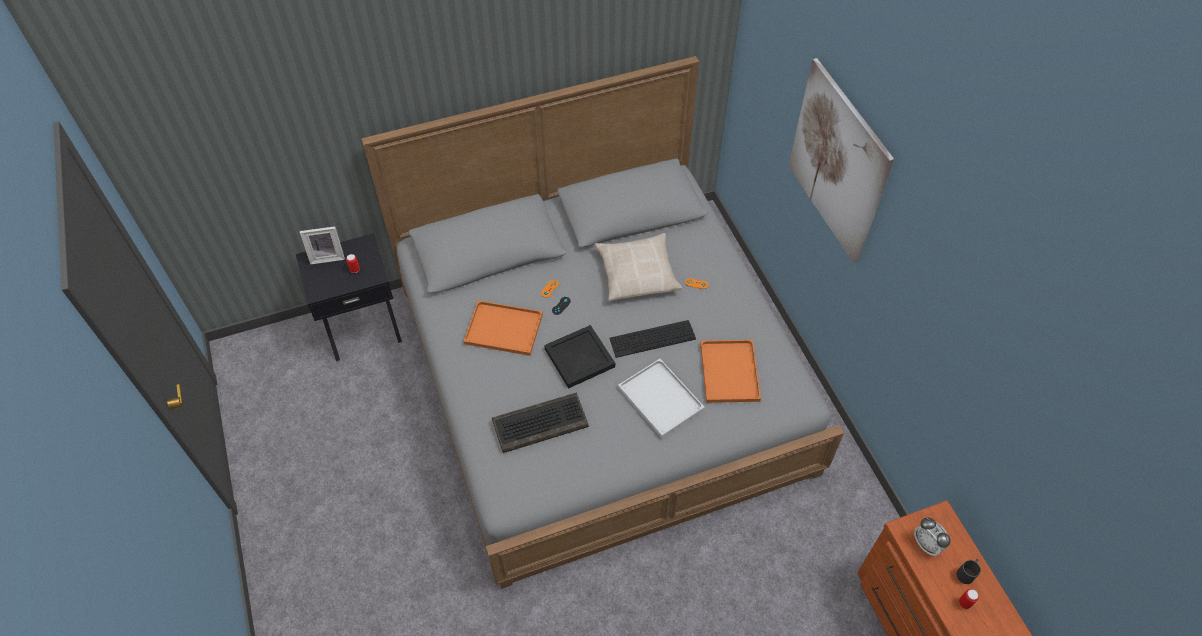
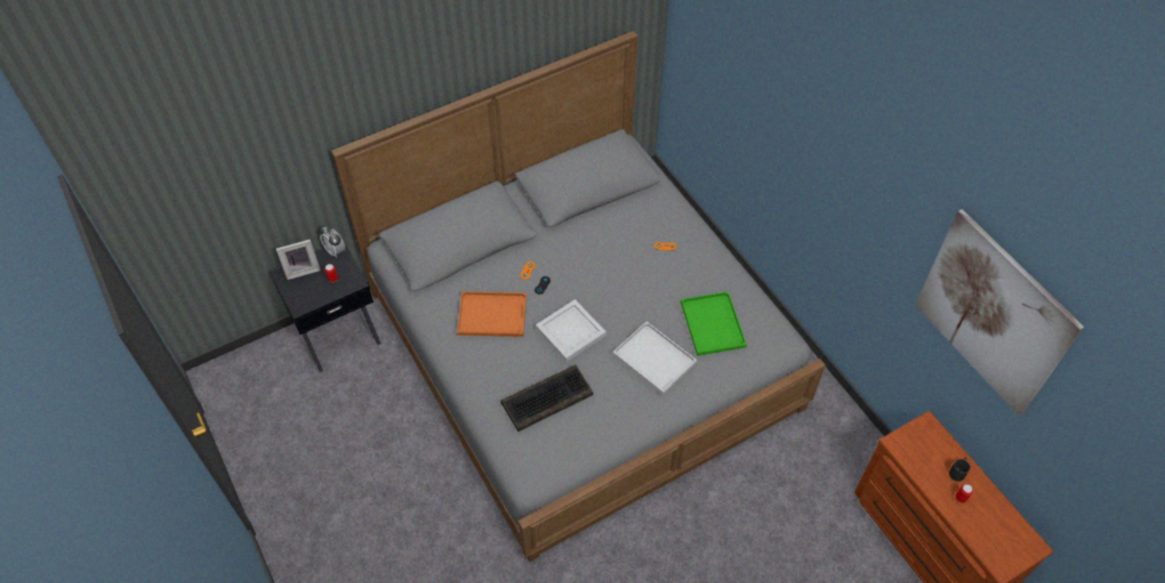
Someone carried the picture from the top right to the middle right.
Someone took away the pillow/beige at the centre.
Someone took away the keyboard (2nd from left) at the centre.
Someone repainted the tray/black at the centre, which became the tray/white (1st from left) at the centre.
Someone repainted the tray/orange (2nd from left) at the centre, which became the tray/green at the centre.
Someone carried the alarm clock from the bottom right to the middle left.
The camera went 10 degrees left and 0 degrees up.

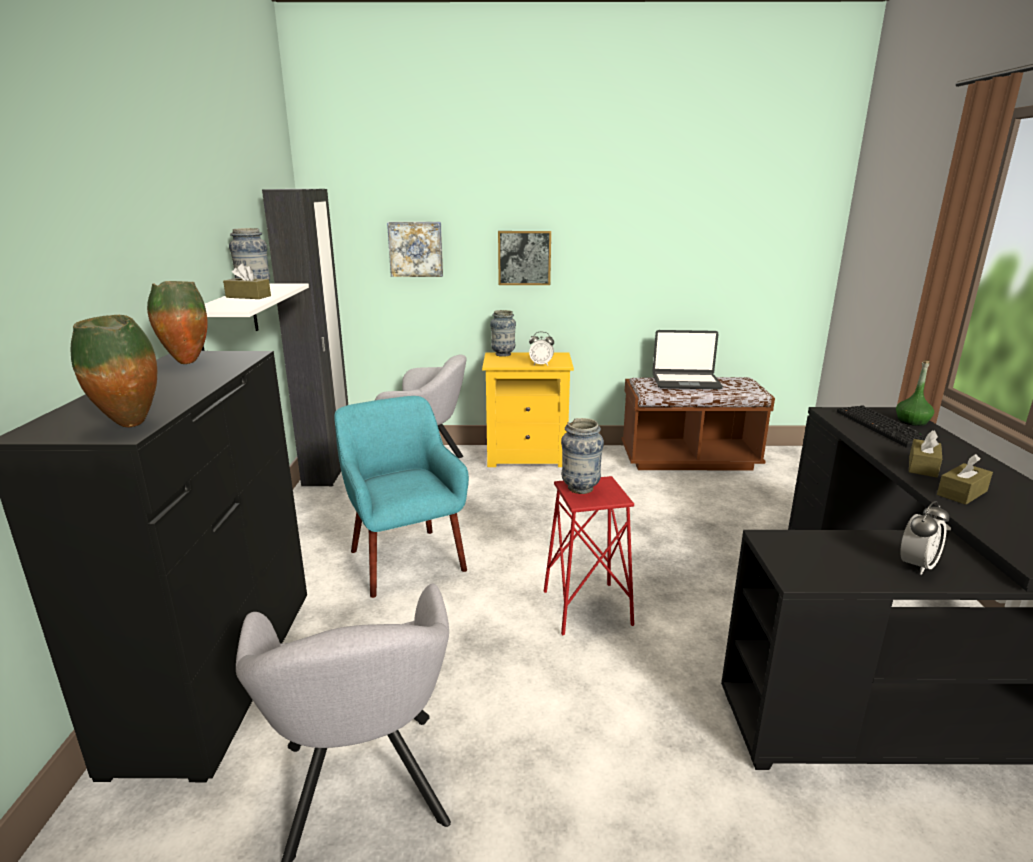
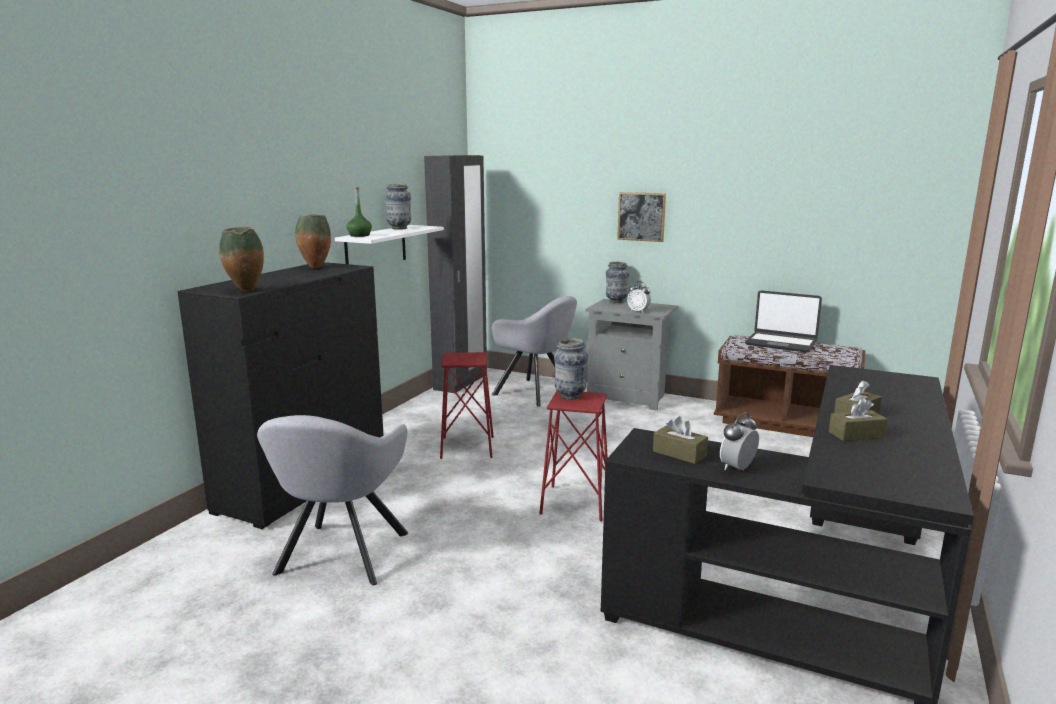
Someone took away the picture (1st from left) at the top centre.
Someone carried the tissue box/brown (1st from left) from the top left to the centre.
Someone repainted the nightstand/yellow at the centre, which became the nightstand/grey at the centre.
Someone carried the bottle/green from the middle right to the top centre.
Someone swapped the armchair/turquoise at the centre for the stool/red (1st from left) at the centre.
Someone took away the keyboard at the middle right.
Someone rotated the alarm clock (2nd from left) at the middle right by 150 degrees clockwise.
The camera went 25 degrees right and 5 degrees down.

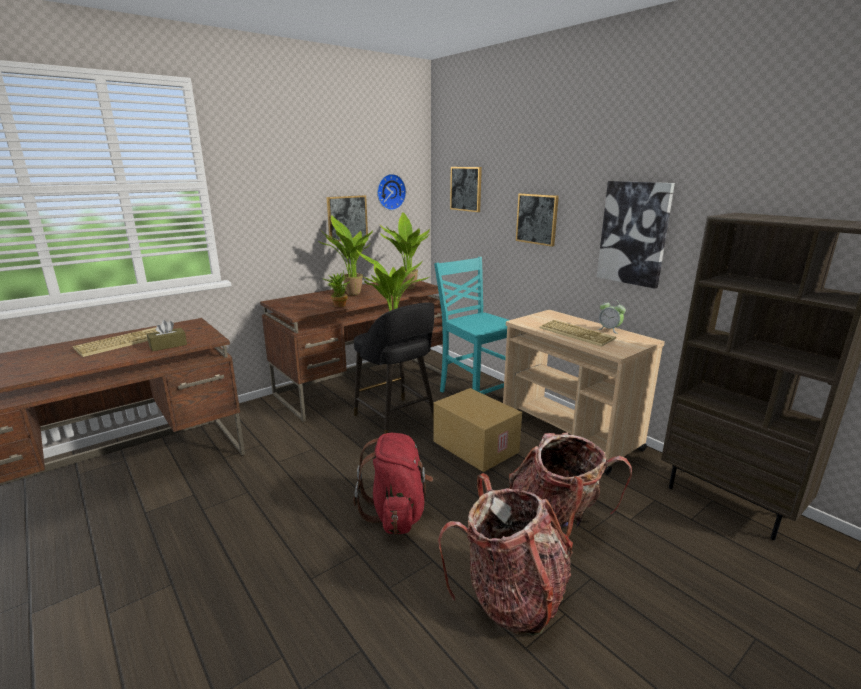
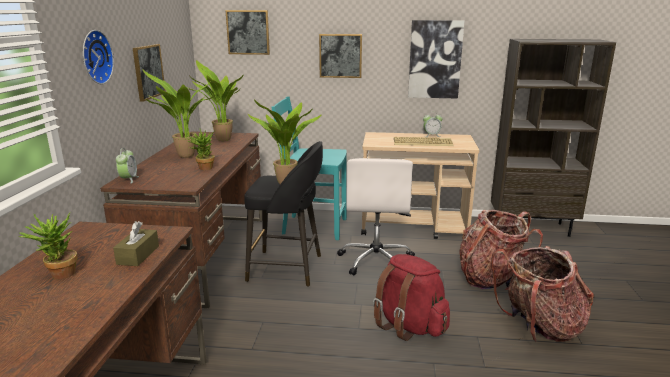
Someone carried the wall clock from the top centre to the top left.
Someone swapped the keyboard (1st from left) at the middle left for the potted plant (1st from left) at the middle left.
Someone swapped the cardboard box at the centre for the office chair/white at the centre.
Someone put down the alarm clock (1st from left) at the middle left.
The camera went 45 degrees left and 0 degrees up.

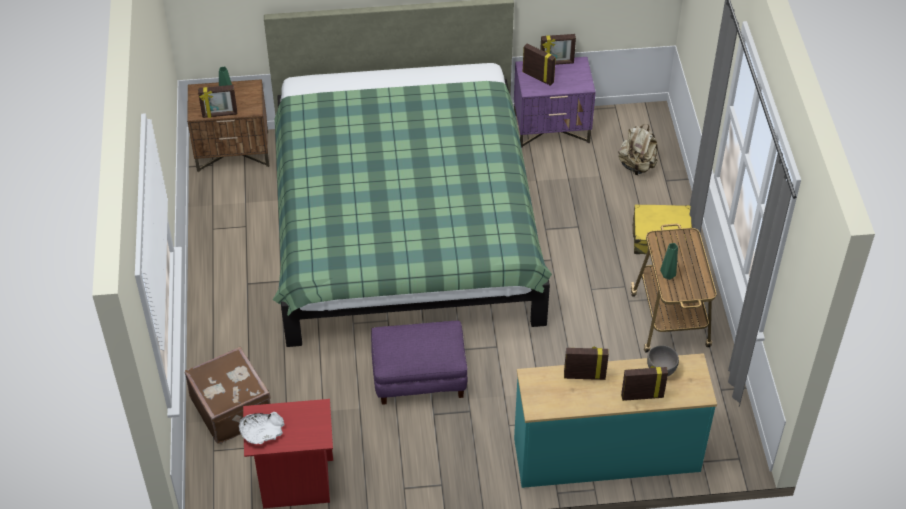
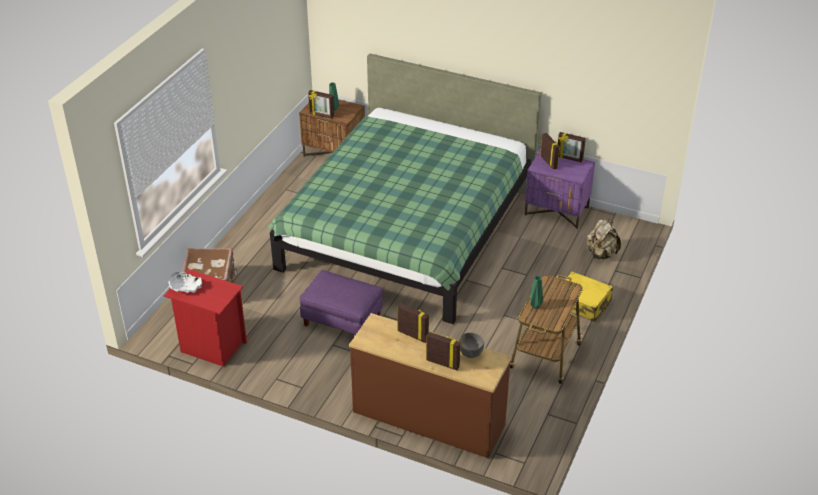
Someone repainted the dresser/turquoise at the bottom right, which became the dresser/brown at the bottom centre.
The camera went 30 degrees right and 10 degrees down.

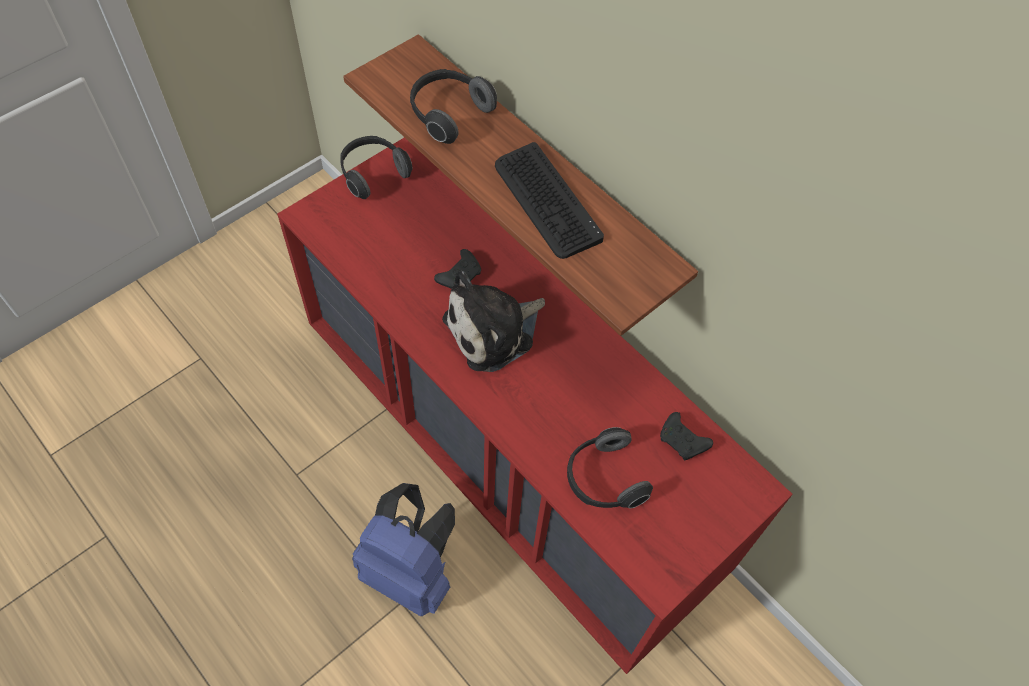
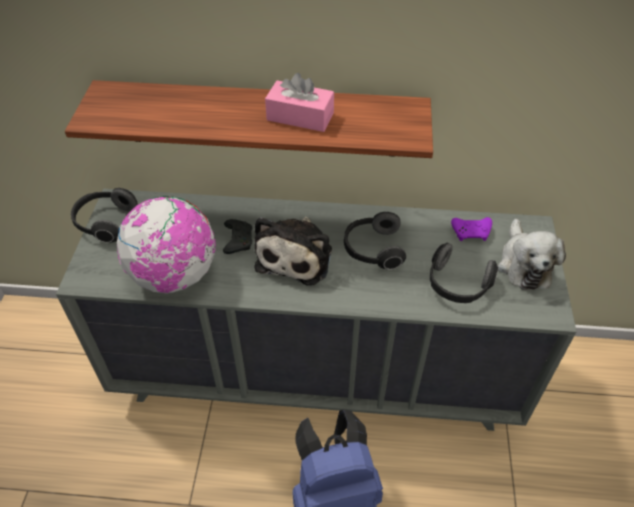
Someone carried the headphones (2nd from left) from the top centre to the centre.
Someone repainted the dresser/red at the centre, which became the dresser/grey at the centre.
Someone swapped the keyboard at the top centre for the tissue box/pink at the top centre.
Someone repainted the game controller/black (2nd from left) at the middle right, which became the game controller/purple at the middle right.
Someone put down the globe at the middle left.
Someone put down the plush toy (2nd from left) at the middle right.
The camera went 40 degrees left and 10 degrees down.

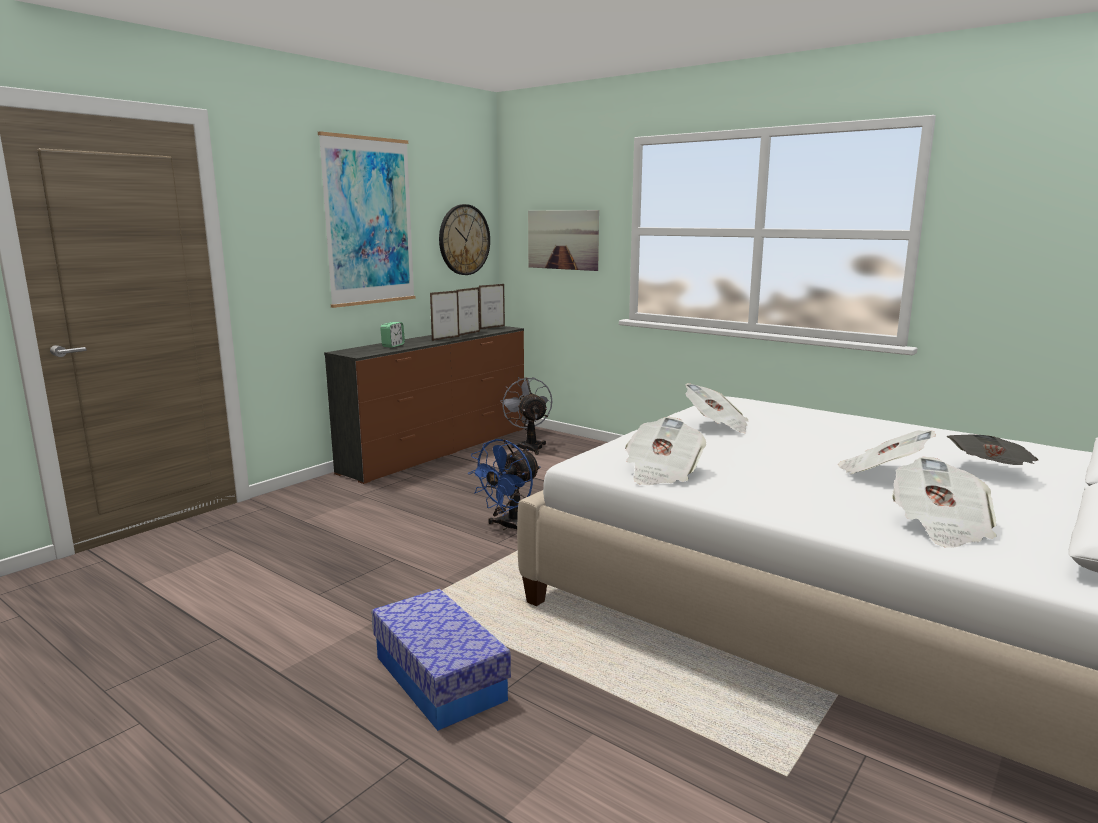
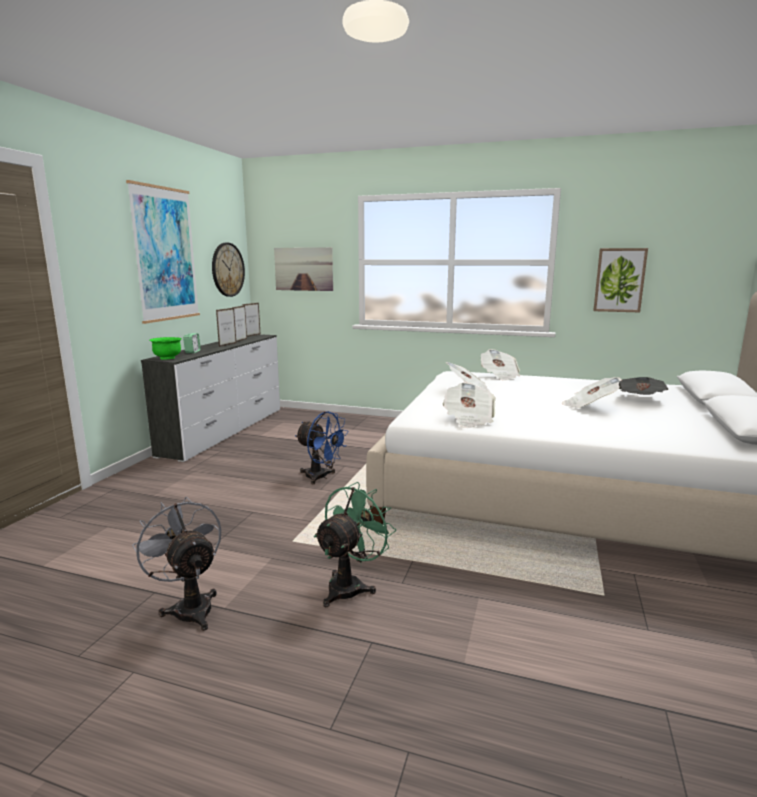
Someone repainted the dresser/brown at the centre, which became the dresser/white at the middle left.
Someone carried the fan/grey from the centre to the bottom left.
Someone rotated the fan/blue at the centre by 75 degrees counterclockwise.
Someone carried the newspaper (4th from left in the first image) from the middle right to the centre.
Someone swapped the storage box at the bottom centre for the fan/green at the bottom centre.
Someone put up the picture (3rd from left) at the middle right.
Someone put down the bowl/green at the middle left.
The camera went 20 degrees left and 0 degrees up.

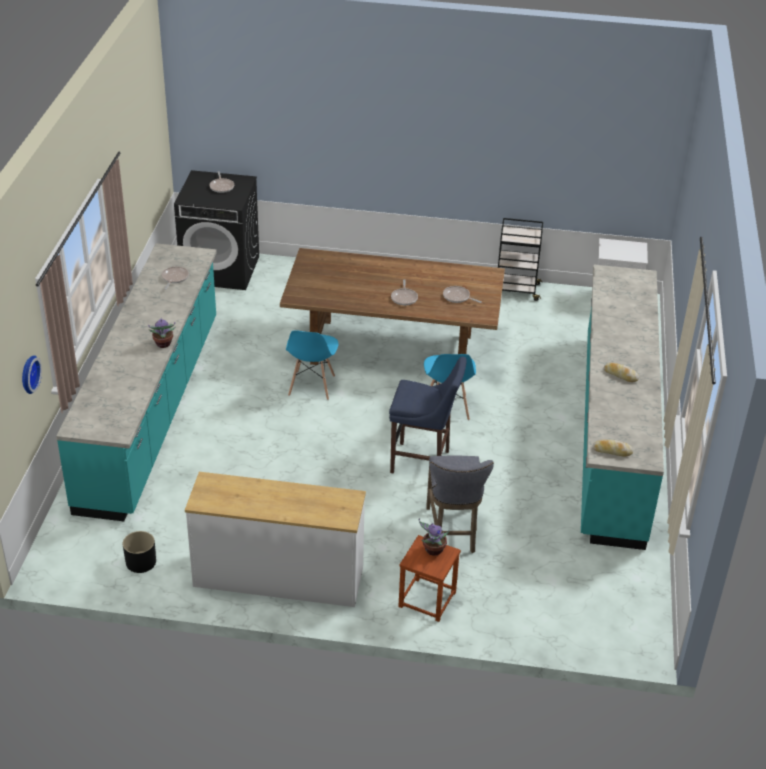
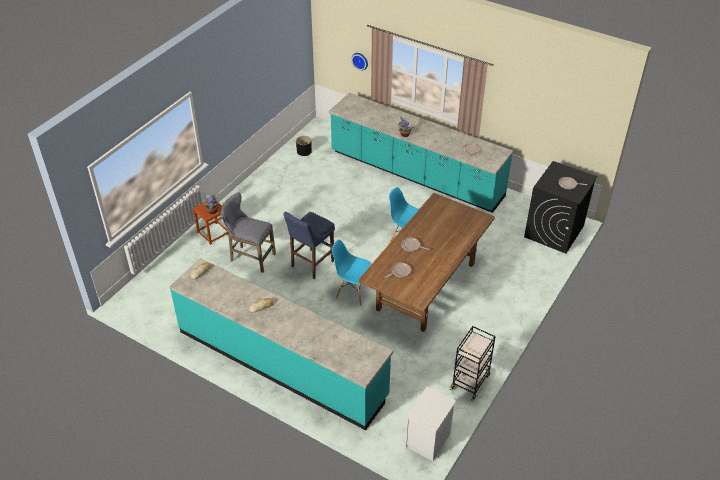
Someone took away the dresser/white at the bottom centre.
The camera went 115 degrees right and 5 degrees up.

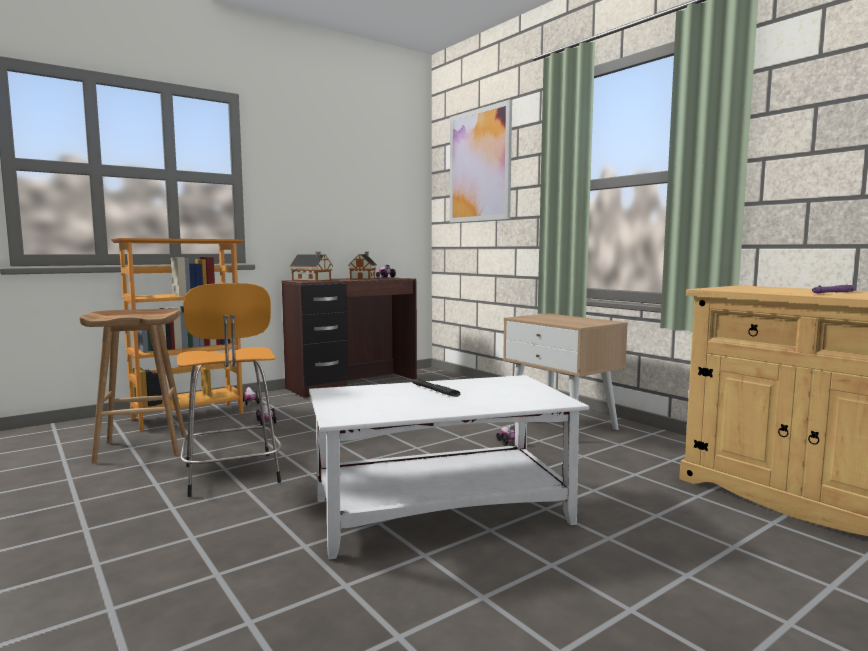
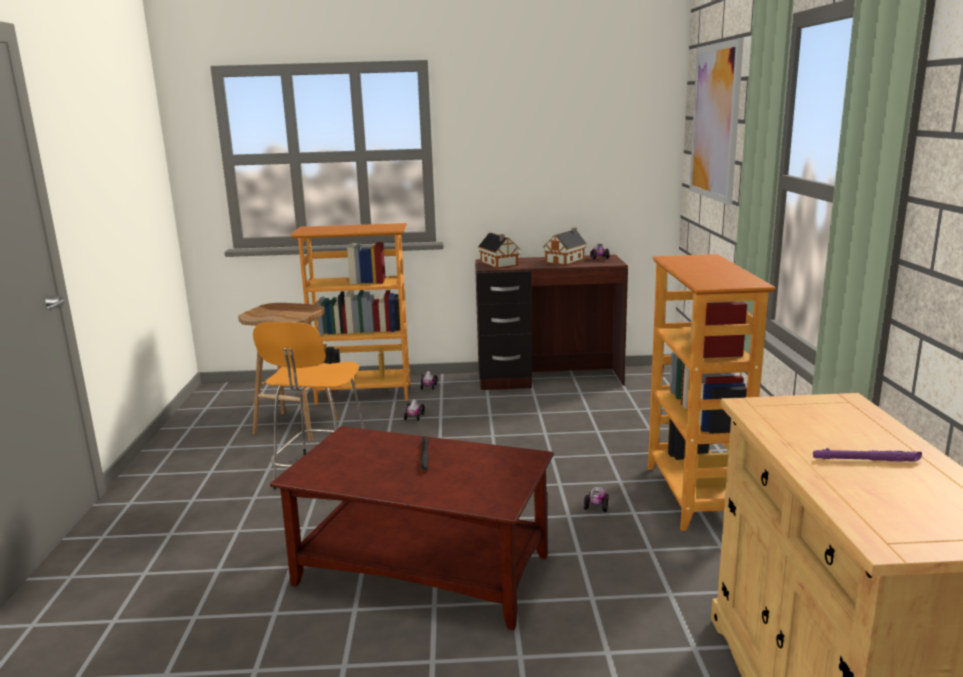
Someone swapped the nightstand/beige at the centre for the bookcase (2nd from left) at the middle right.
Someone repainted the coffee table/white at the bottom centre, which became the coffee table/brown at the bottom centre.
The camera went 35 degrees right and 10 degrees up.

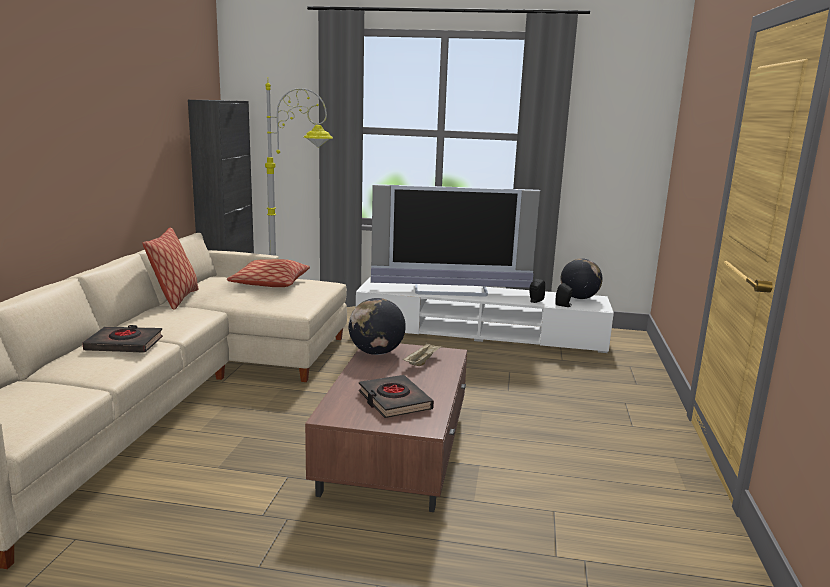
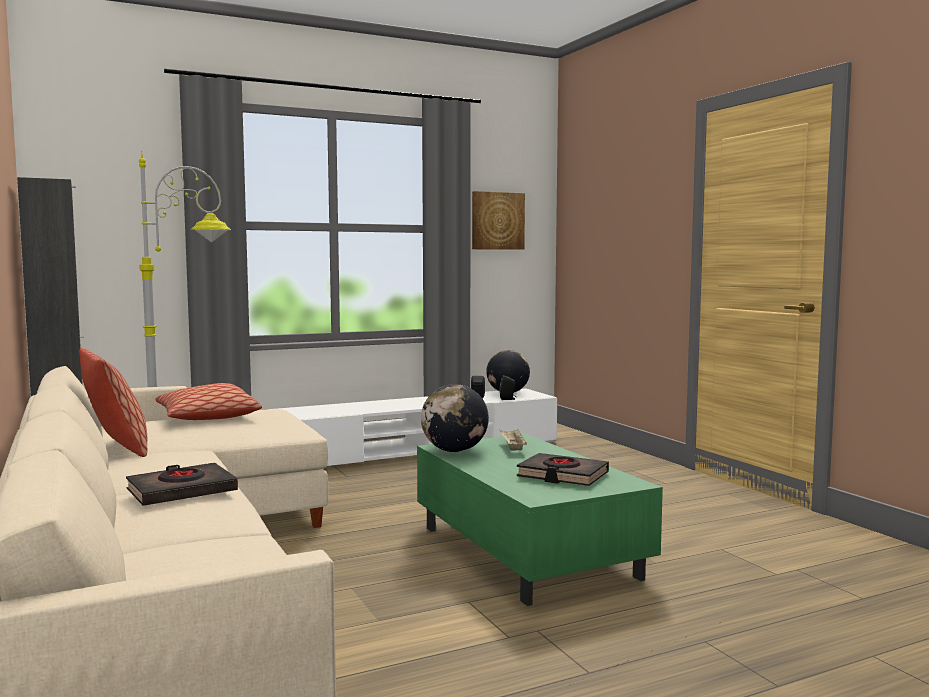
Someone took away the television at the centre.
Someone repainted the coffee table/brown at the bottom centre, which became the coffee table/green at the bottom centre.
Someone put up the picture at the top centre.
The camera went 35 degrees left and 10 degrees down.

